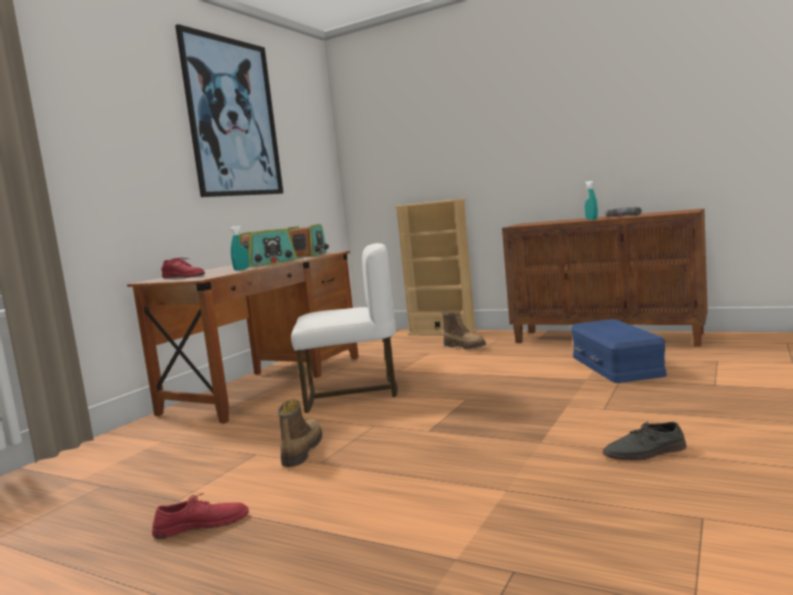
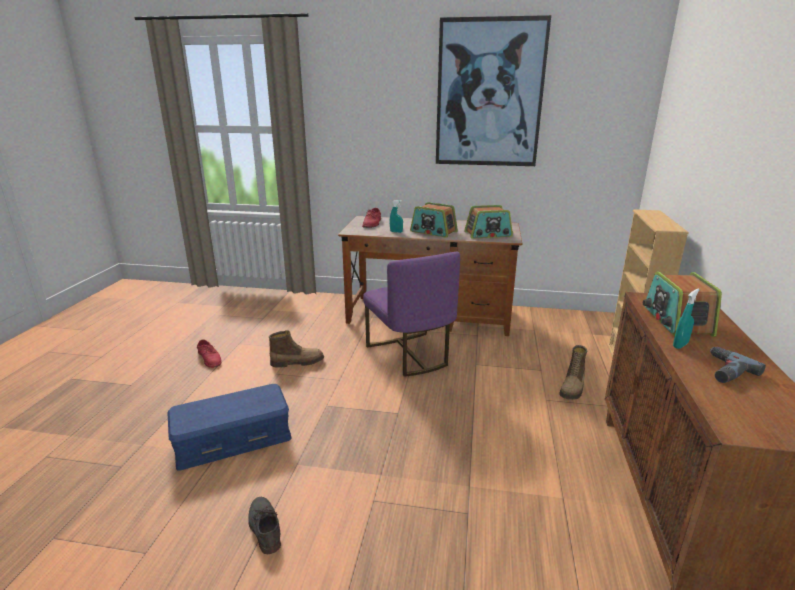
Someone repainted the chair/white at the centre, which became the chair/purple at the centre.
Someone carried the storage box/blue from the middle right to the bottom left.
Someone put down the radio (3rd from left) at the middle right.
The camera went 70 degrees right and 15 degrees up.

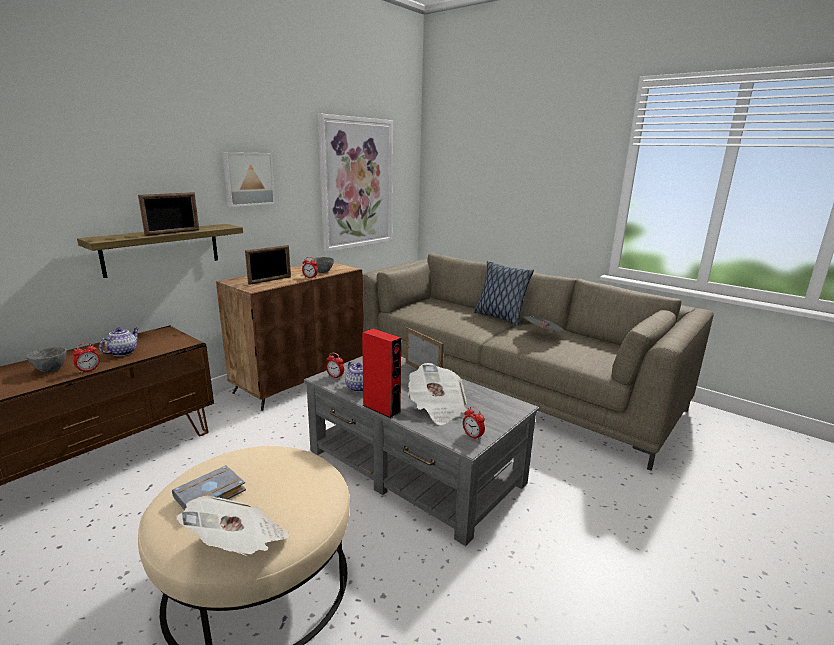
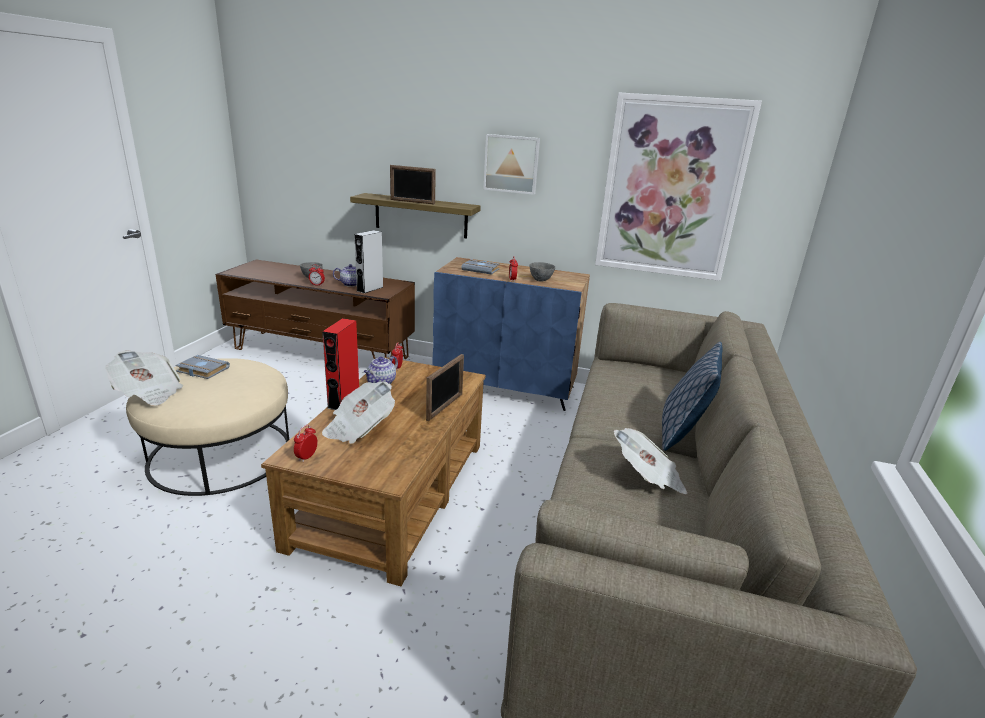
Someone swapped the picture frame (2nd from left) at the middle left for the book/grey (2nd from left) at the centre.
Someone repainted the cabinet/brown at the centre, which became the cabinet/blue at the centre.
Someone repainted the coffee table/grey at the bottom centre, which became the coffee table/brown at the centre.
Someone put down the speaker/grey at the centre.
The camera went 65 degrees right and 5 degrees up.

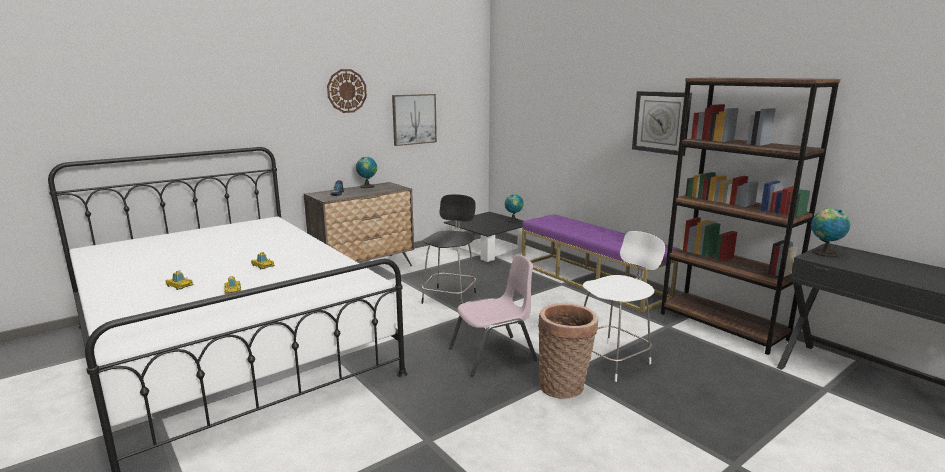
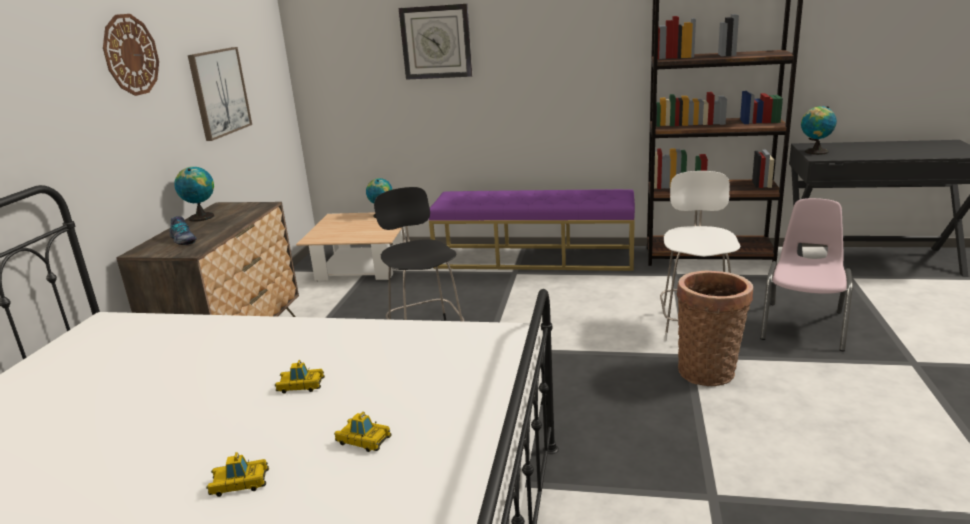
Someone carried the wall clock (2nd from left) from the top right to the top centre.
Someone repainted the coffee table/black at the centre, which became the coffee table/beige at the centre.
Someone carried the chair/pink from the bottom centre to the middle right.
The camera went 40 degrees left and 5 degrees up.

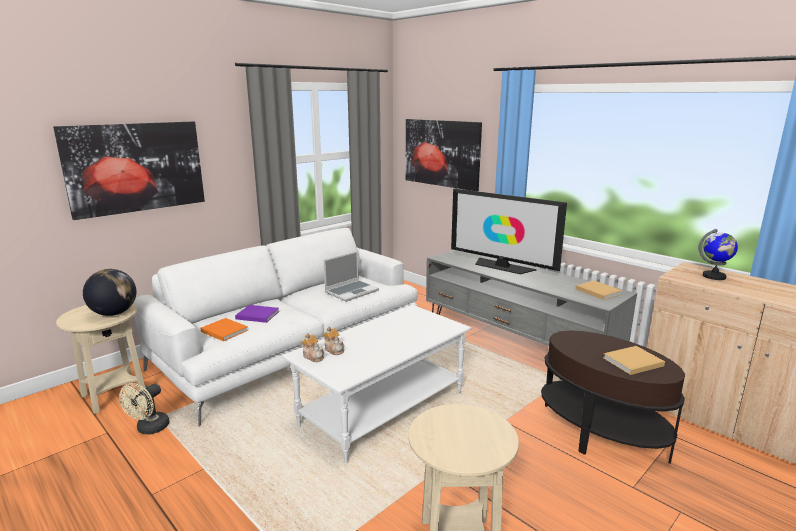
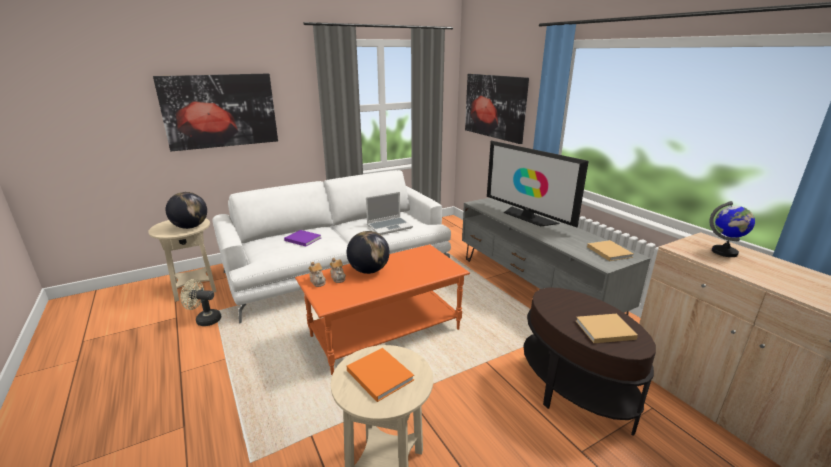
Someone repainted the coffee table/white at the bottom centre, which became the coffee table/orange at the centre.
Someone carried the book/orange from the middle left to the bottom centre.
Someone rotated the fan/beige at the bottom left by 60 degrees clockwise.
Someone put down the globe (2nd from left) at the centre.
The camera went 15 degrees right and 5 degrees up.

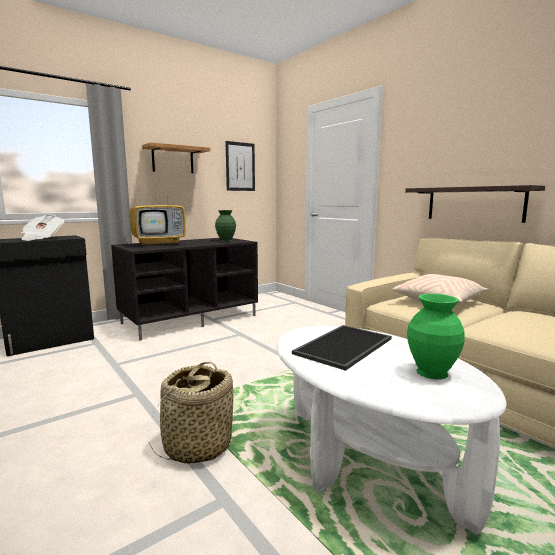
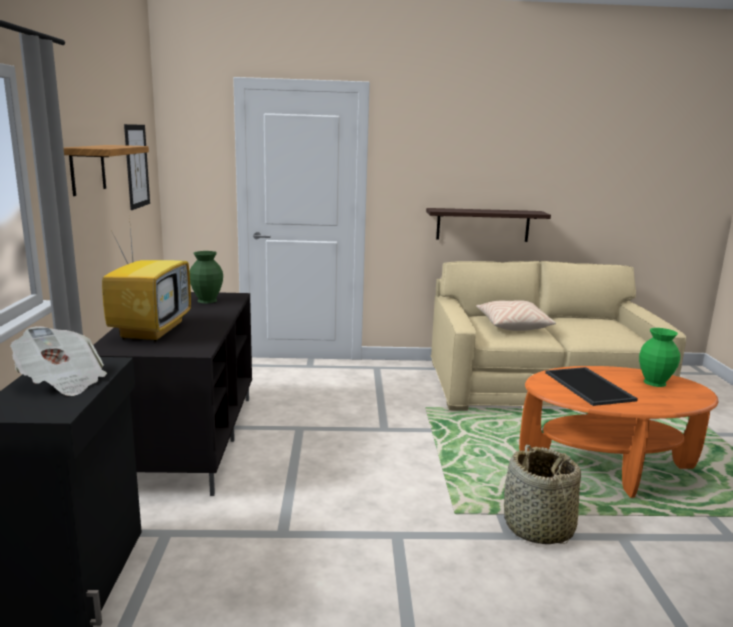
Someone repainted the coffee table/white at the bottom right, which became the coffee table/orange at the bottom right.
The camera went 55 degrees left and 5 degrees up.

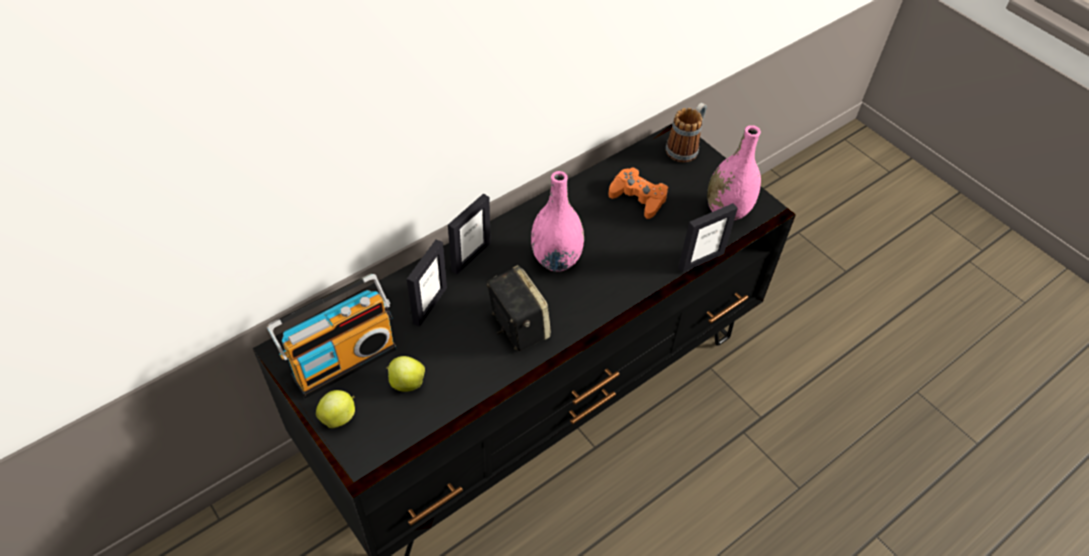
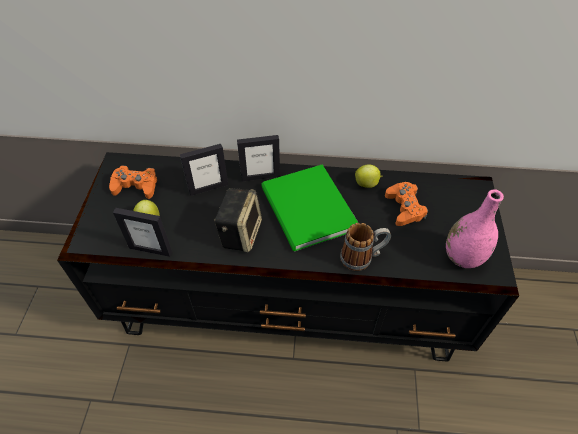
Someone carried the mug from the top centre to the centre.
Someone swapped the vase/pink (1st from left) at the centre for the book/green at the centre.
Someone carried the picture frame (3rd from left in the first image) from the centre to the middle left.
Someone swapped the radio at the middle left for the game controller/orange (1st from left) at the middle left.
Someone carried the apple (1st from left in the first image) from the bottom left to the centre.
The camera went 45 degrees right and 0 degrees up.

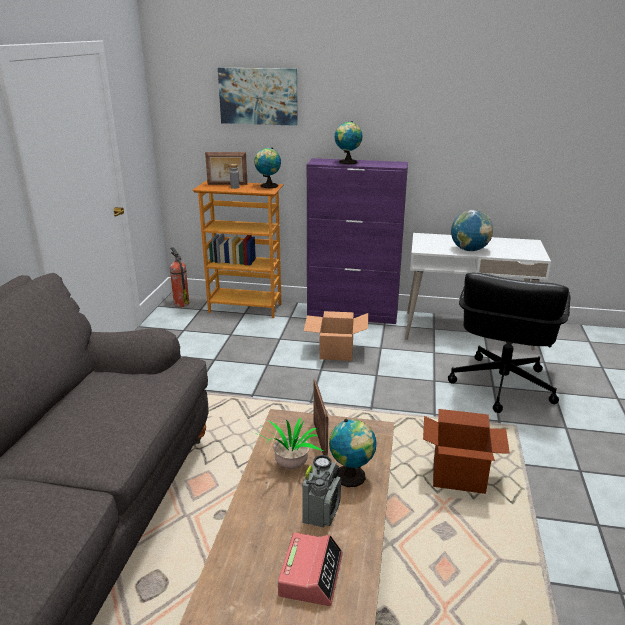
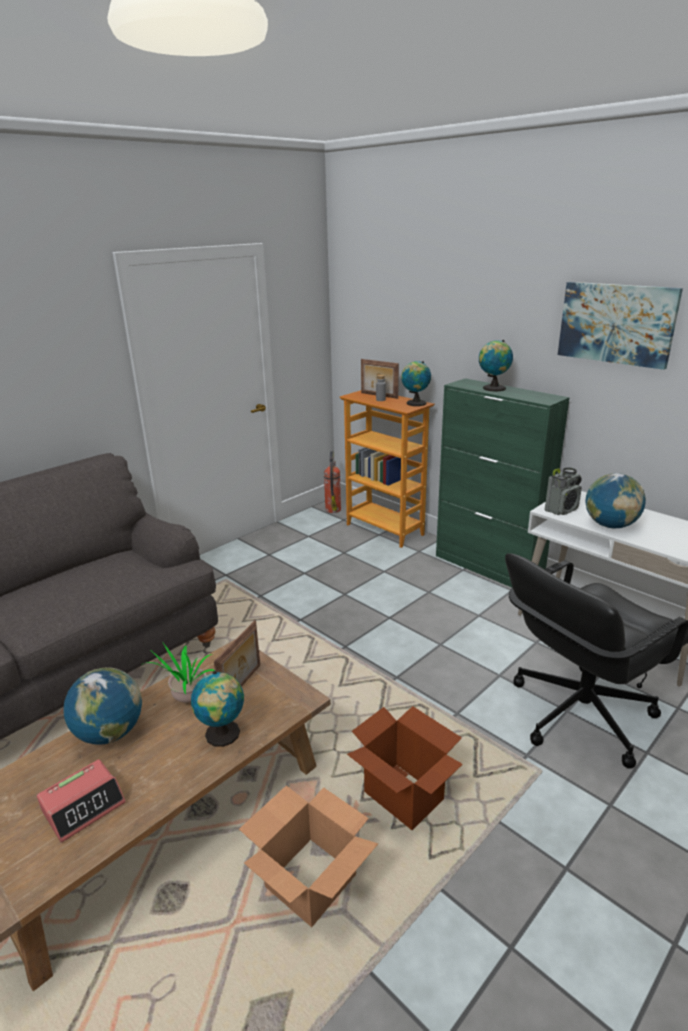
Someone carried the picture from the top centre to the top right.
Someone repainted the cabinet/purple at the centre, which became the cabinet/green at the middle right.
Someone carried the cardboard box (1st from left) from the centre to the bottom centre.
Someone carried the radio from the bottom centre to the middle right.
Someone put down the globe (1st from left) at the bottom left.
The camera went 35 degrees right and 0 degrees up.

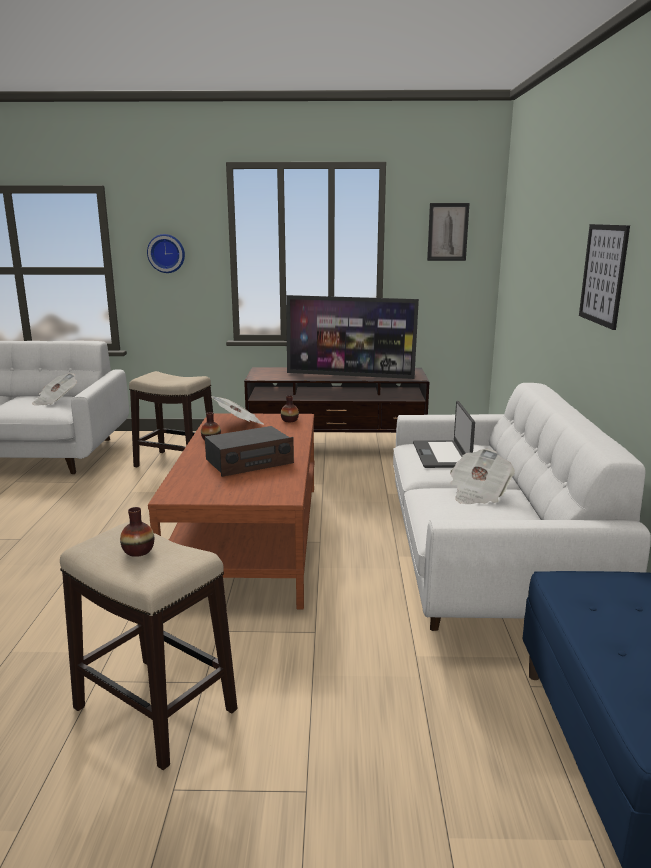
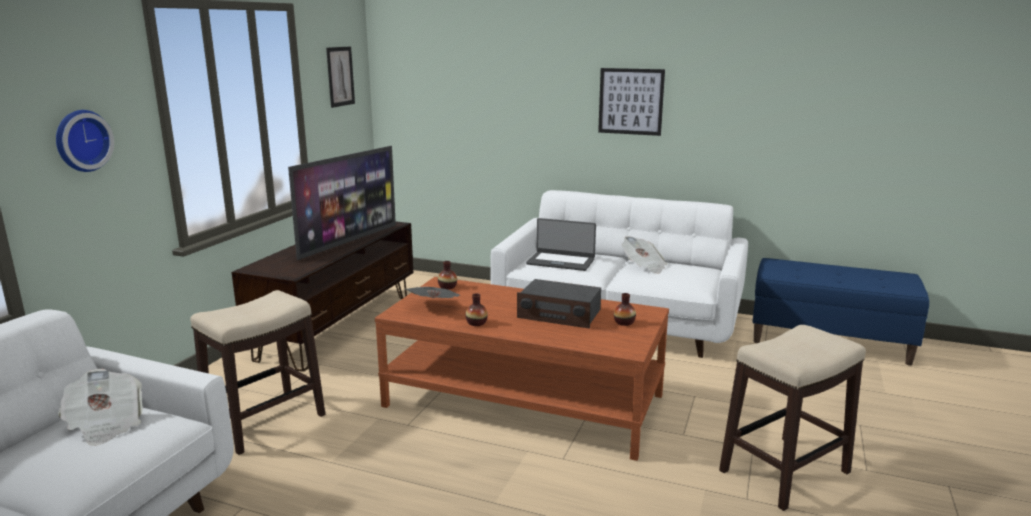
Someone rotated the radio at the centre by 120 degrees clockwise.
Someone carried the vase (1st from left in the first image) from the middle left to the centre.
The camera went 70 degrees left and 0 degrees up.

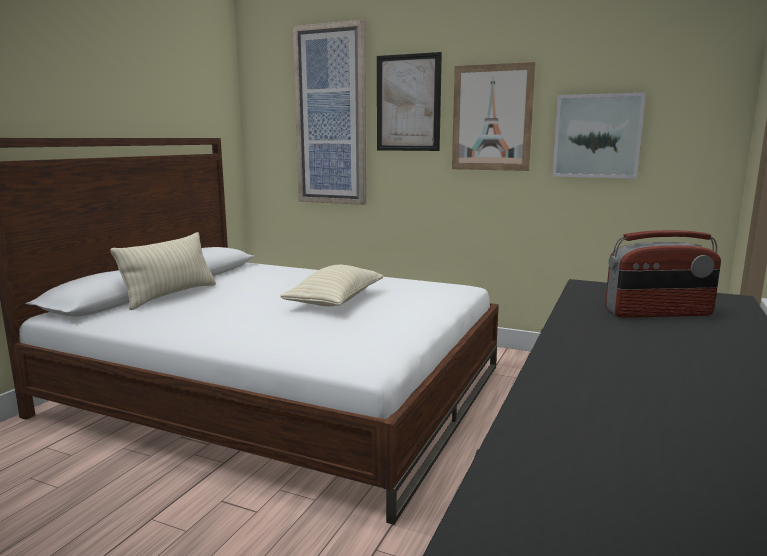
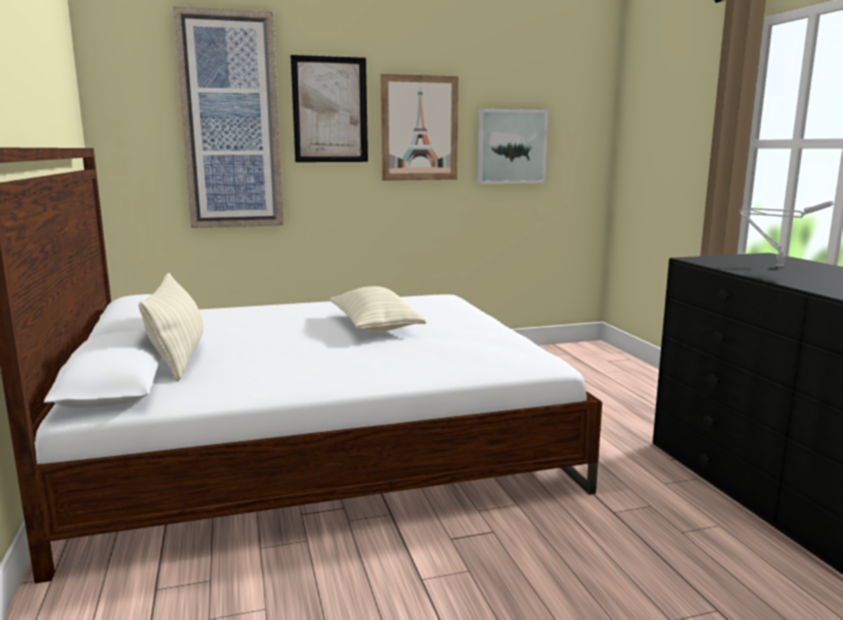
Someone swapped the radio at the middle right for the table lamp/grey at the middle right.
The camera went 40 degrees left and 0 degrees up.

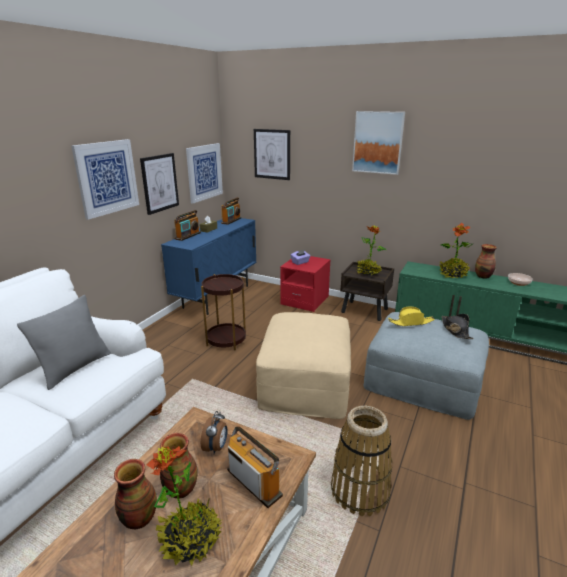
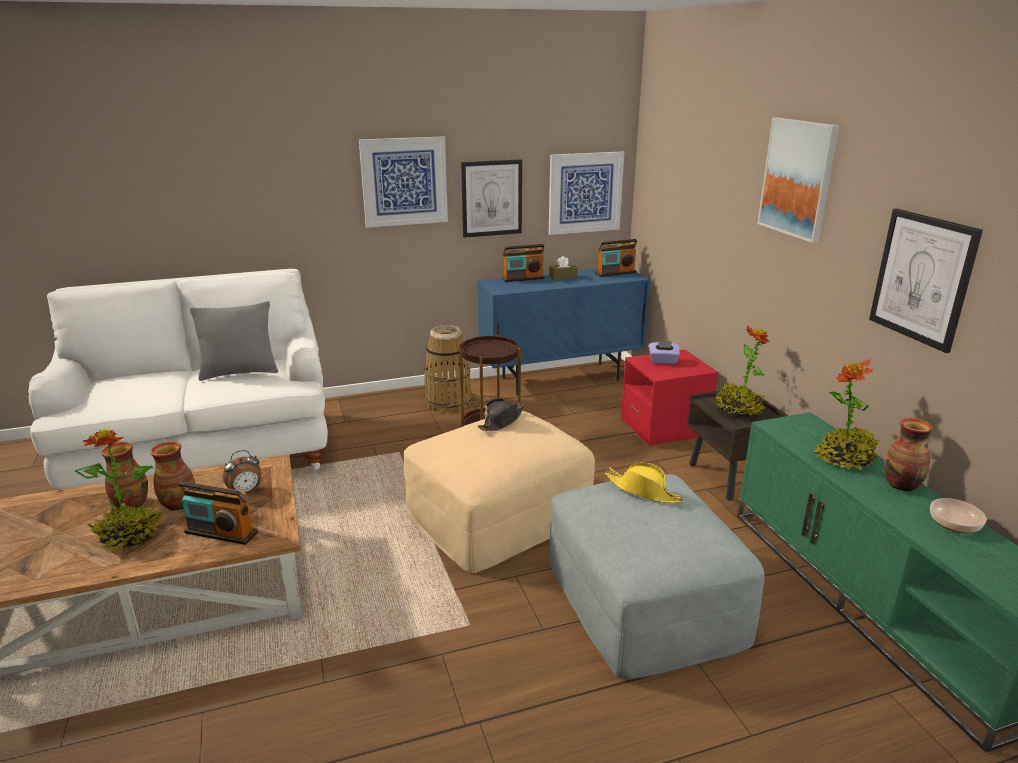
Someone carried the picture (4th from left in the first image) from the top centre to the middle right.
Someone carried the hat/black from the middle right to the centre.
Someone carried the basket from the bottom centre to the centre.
Someone rotated the radio (3rd from left in the first image) at the bottom centre by 105 degrees clockwise.
The camera went 45 degrees right and 0 degrees up.

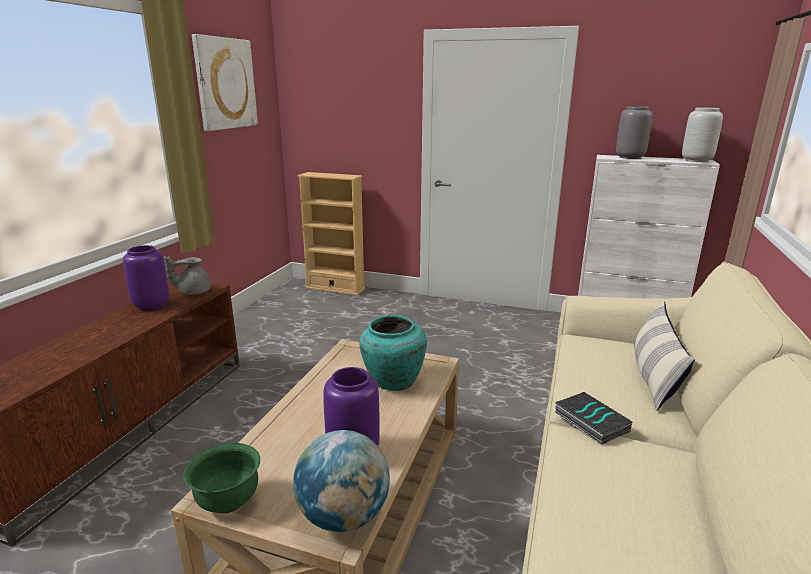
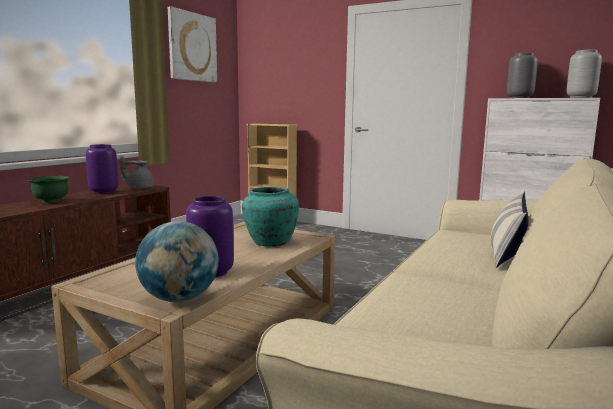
Someone took away the book at the bottom right.
Someone carried the bowl/green from the bottom left to the middle left.
The camera went 10 degrees right and 10 degrees down.

